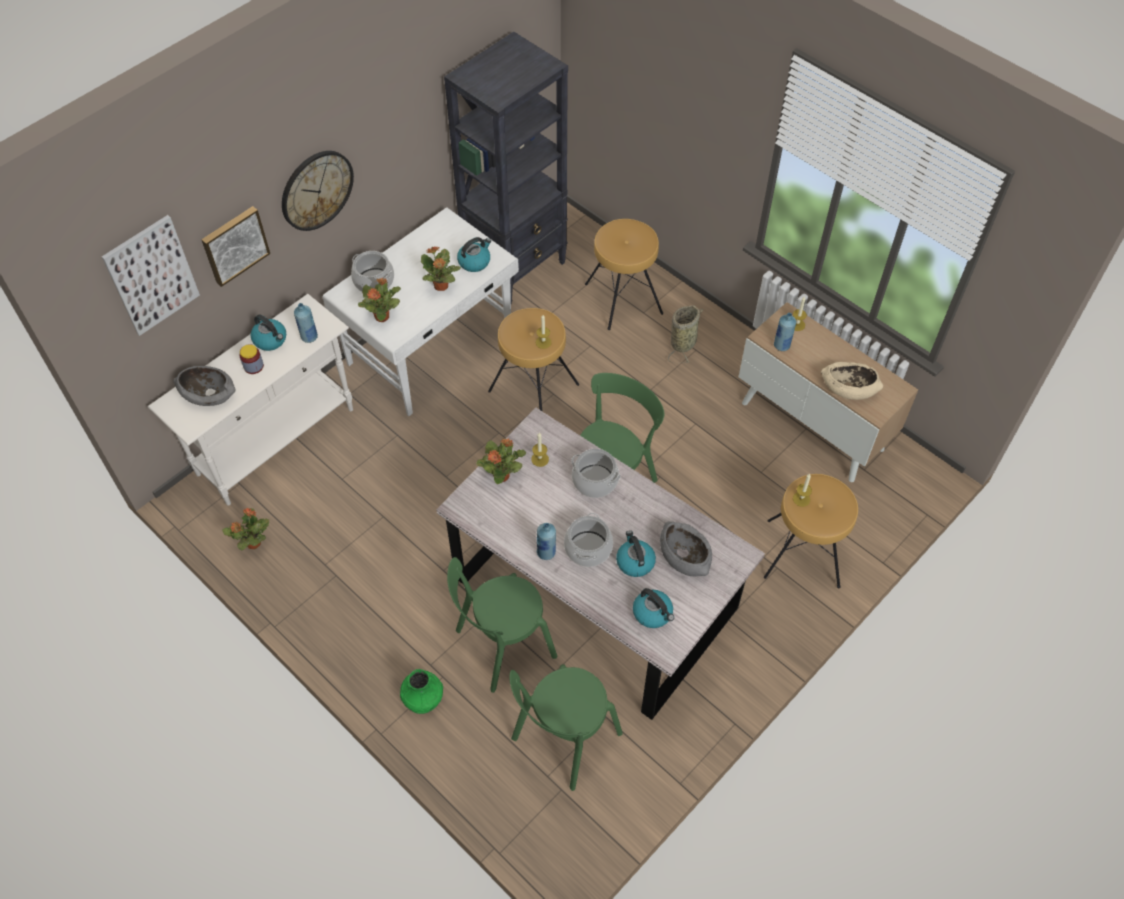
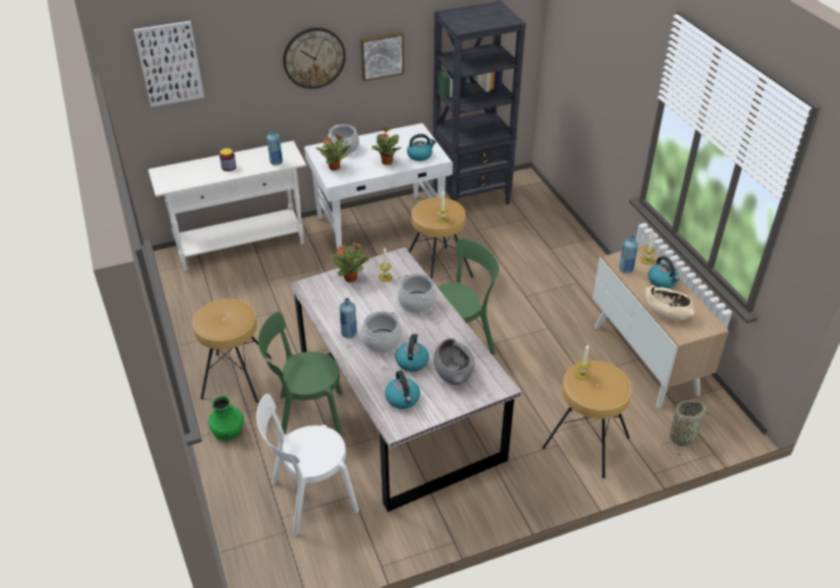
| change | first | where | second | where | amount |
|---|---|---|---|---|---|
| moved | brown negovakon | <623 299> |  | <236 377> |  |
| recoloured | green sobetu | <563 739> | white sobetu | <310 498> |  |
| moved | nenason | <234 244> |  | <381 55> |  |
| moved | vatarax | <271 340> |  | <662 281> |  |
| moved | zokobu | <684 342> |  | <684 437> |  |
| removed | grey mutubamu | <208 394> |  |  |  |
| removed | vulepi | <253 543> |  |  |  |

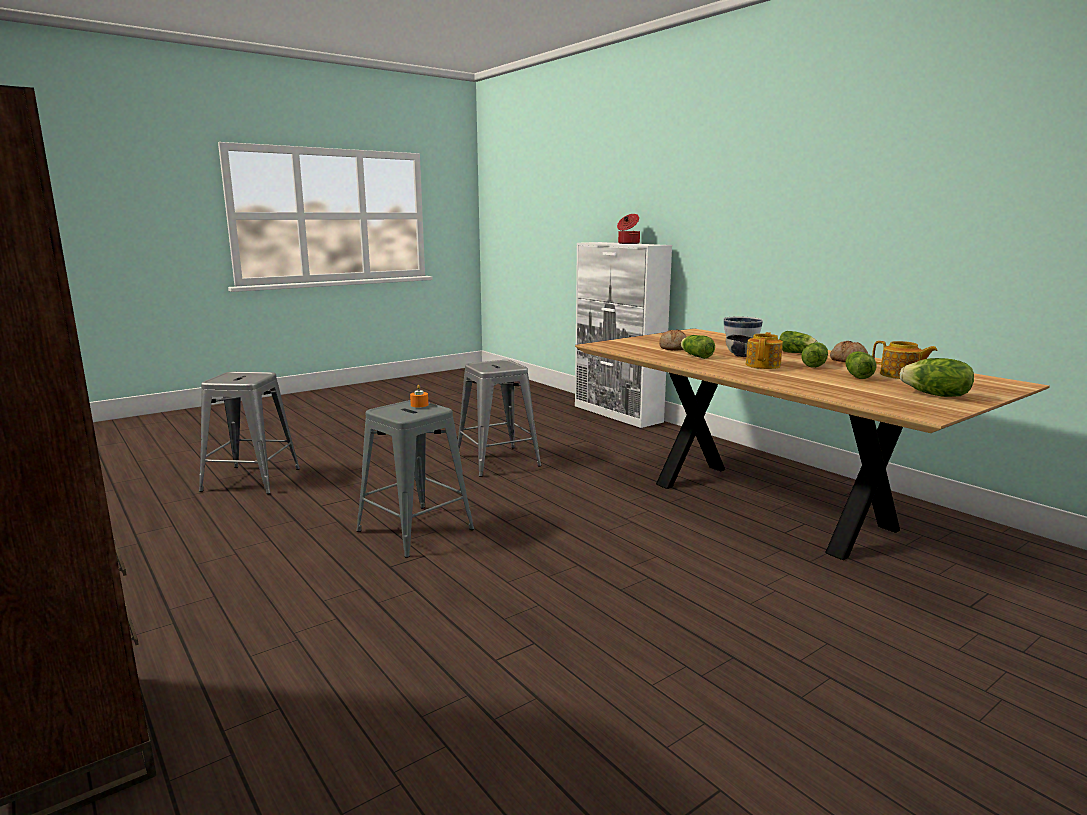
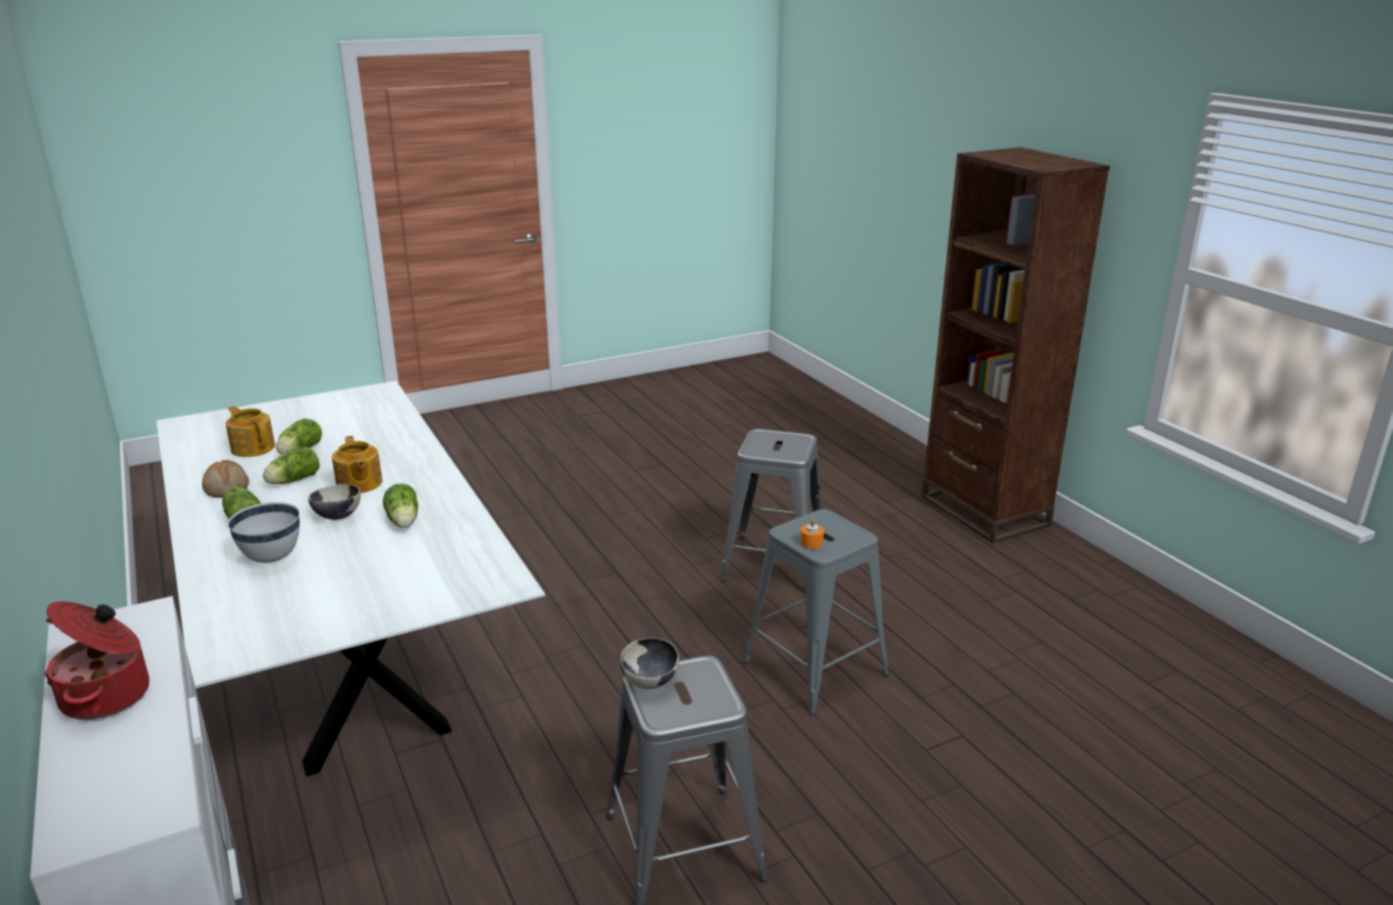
| change | first | where | second | where | amount |
|---|---|---|---|---|---|
| recoloured | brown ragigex | <767 505> | white ragigex | <350 666> |  |
| turned | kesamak | <763 365> |  | <359 484> | 60 degrees counterclockwise |
| added |  |  | mutubamu | <650 681> |  |
| moved | grey negovakon | <251 480> |  | <773 564> |  |
| removed | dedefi | <674 348> |  |  |  |
| removed | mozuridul | <936 395> |  |  |  |

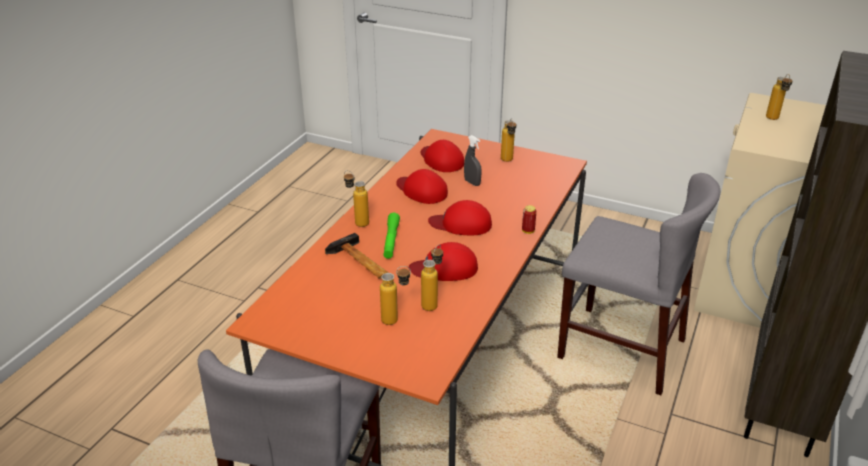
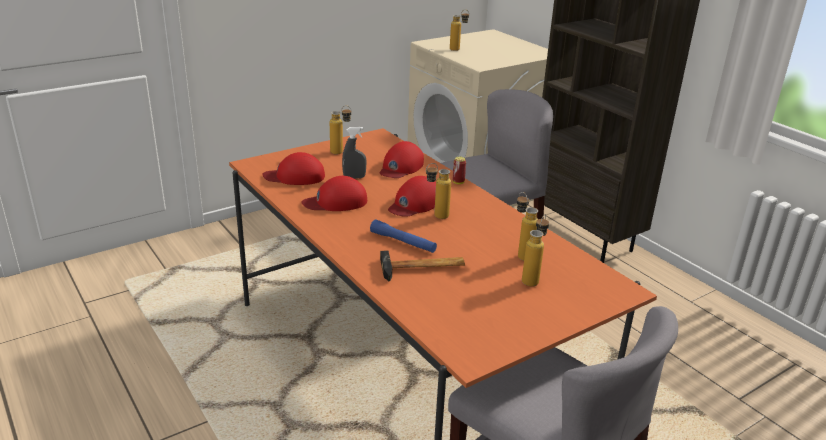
| change | first | where | second | where | amount |
|---|---|---|---|---|---|
| recoloured | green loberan | <391 240> | blue loberan | <403 242> |  |
| moved | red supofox | <444 268> |  | <401 167> |  |
| moved | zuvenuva | <357 222> |  | <436 217> |  |

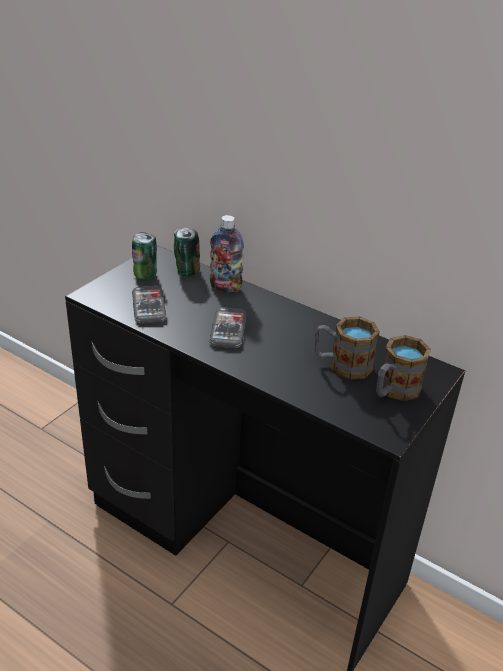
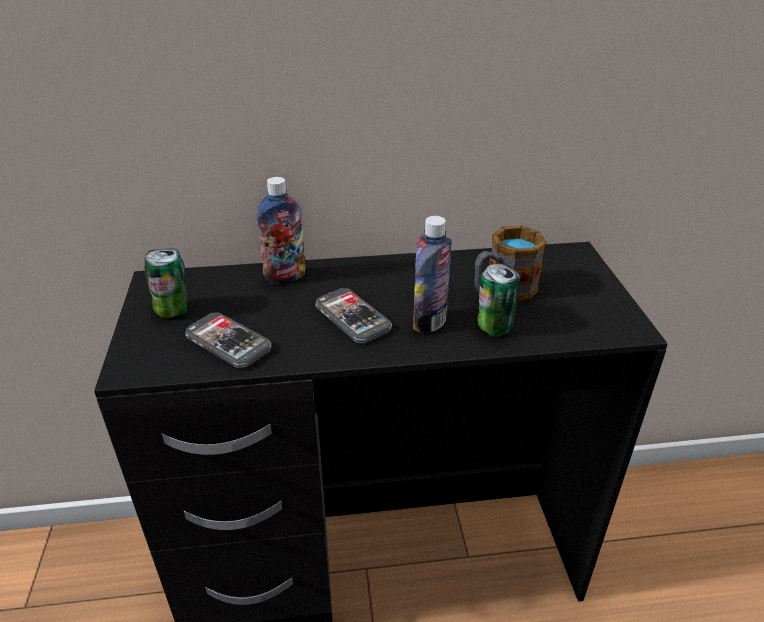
| change | first | where | second | where | amount |
|---|---|---|---|---|---|
| added |  |  | zuvenuva | <429 322> |  |
| moved | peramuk | <186 271> |  | <493 328> |  |
| removed | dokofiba | <394 391> |  |  |  |

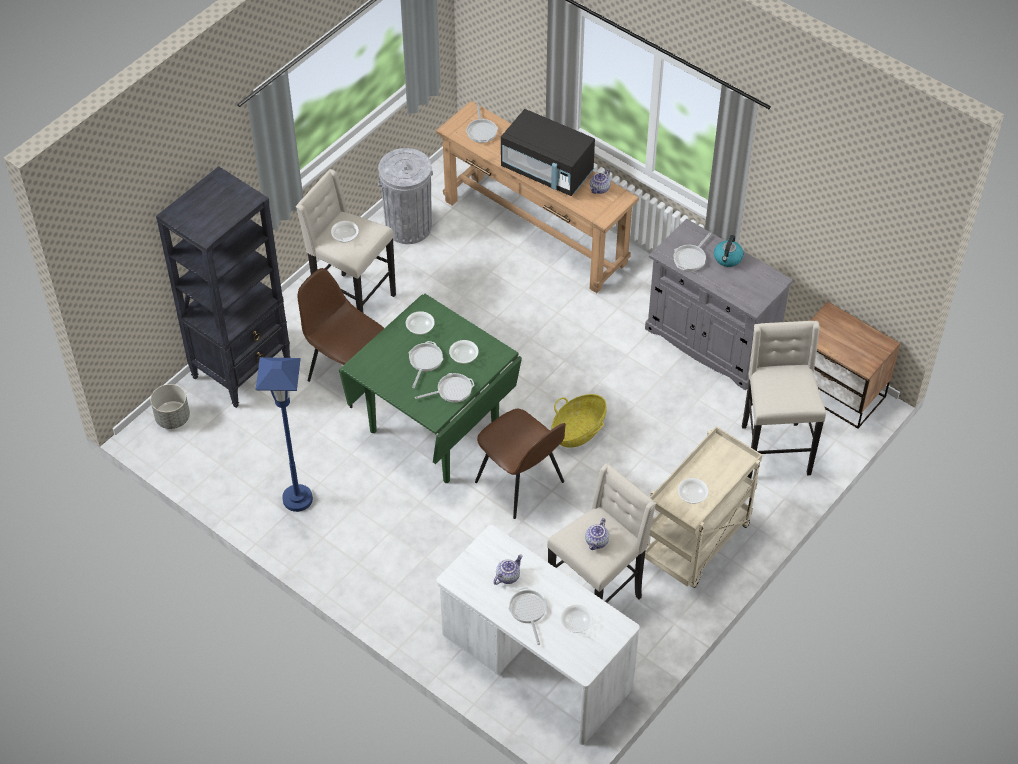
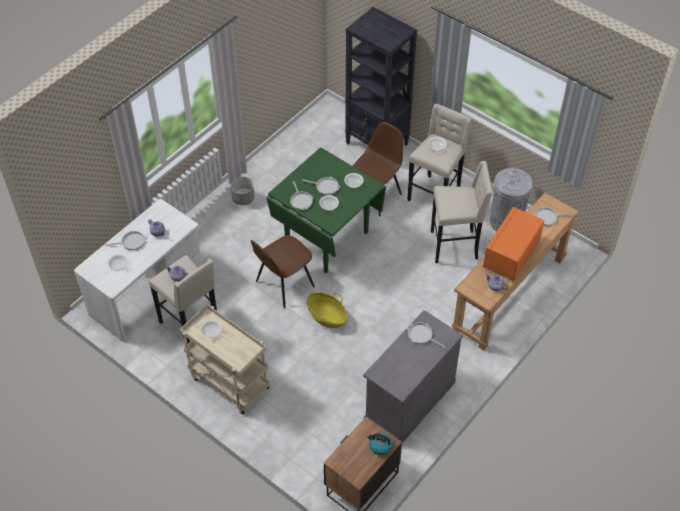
| change | first | where | second | where | amount |
|---|---|---|---|---|---|
| moved | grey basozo | <172 418> |  | <243 199> |  |
| moved | vatarax | <728 258> |  | <380 446> |  |
| moved | beige negovakon | <773 449> |  | <455 246> |  |
| recoloured | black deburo | <547 171> | orange deburo | <510 255> |  |
| removed | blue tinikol | <297 499> |  |  |  |

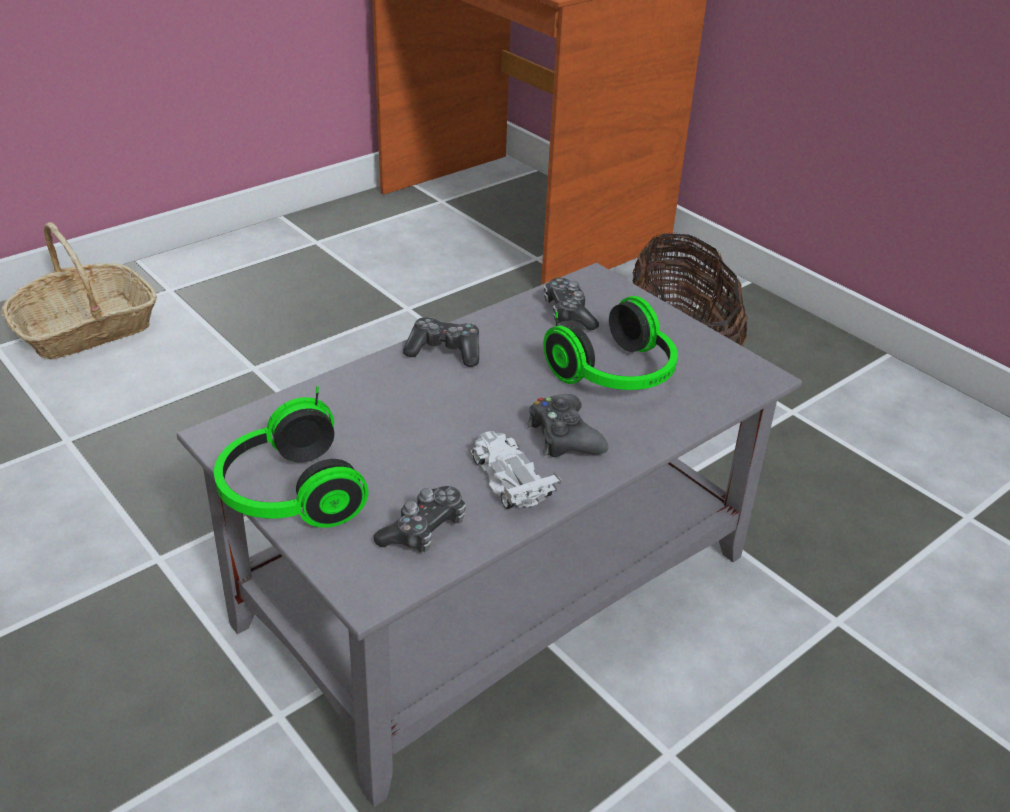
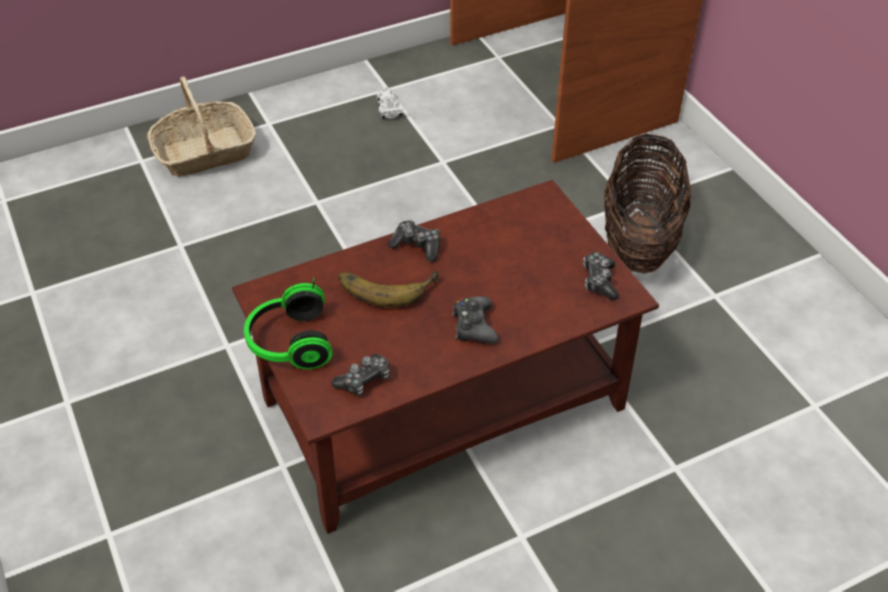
| change | first | where | second | where | amount |
|---|---|---|---|---|---|
| recoloured | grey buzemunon | <495 593> | brown buzemunon | <441 406> |  |
| added |  |  | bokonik | <386 284> |  |
| moved | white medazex | <509 478> |  | <388 107> |  |
| moved | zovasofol | <568 313> |  | <599 281> |  |
| removed | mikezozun | <617 376> |  |  |  |

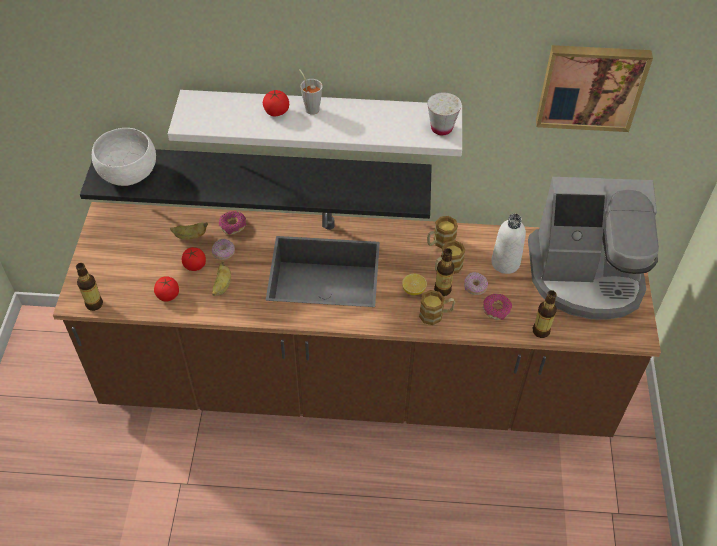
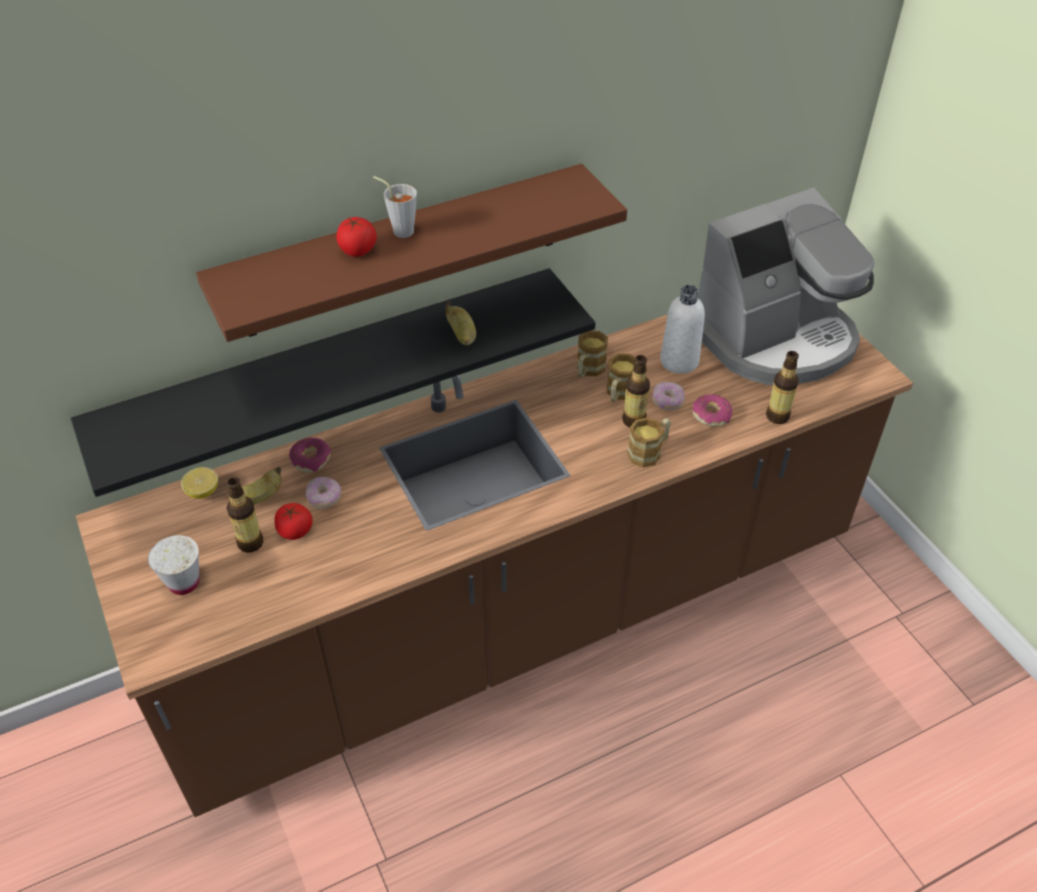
| change | first | where | second | where | amount |
|---|---|---|---|---|---|
| moved | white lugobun | <441 128> |  | <184 583> |  |
| moved | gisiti | <413 290> |  | <203 492> |  |
| recoloured | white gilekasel | <321 120> | brown gilekasel | <403 251> |  |
| moved | zuvenuva | <94 304> |  | <250 543> |  |
| moved | bokonik | <222 286> |  | <462 336> |  |
| removed | white mutubamu | <129 173> |  |  |  |
| removed | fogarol | <168 295> |  |  |  |
| removed | nenason | <591 86> |  |  |  |

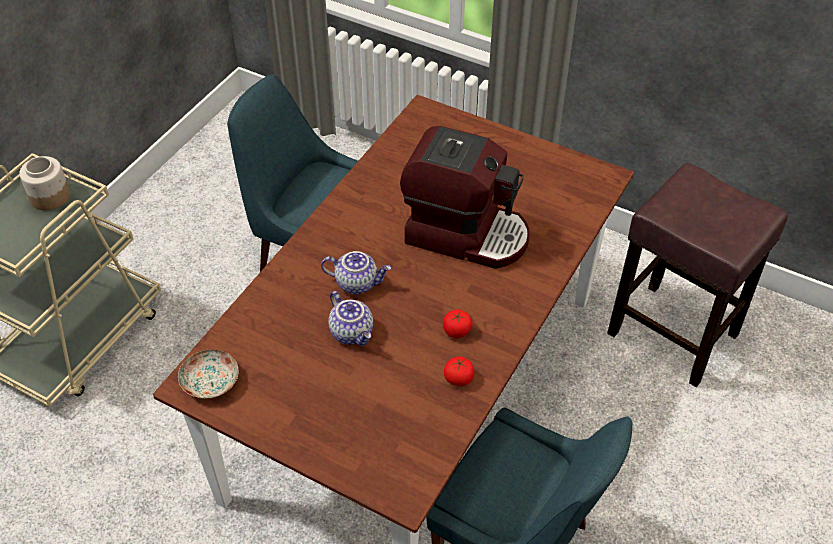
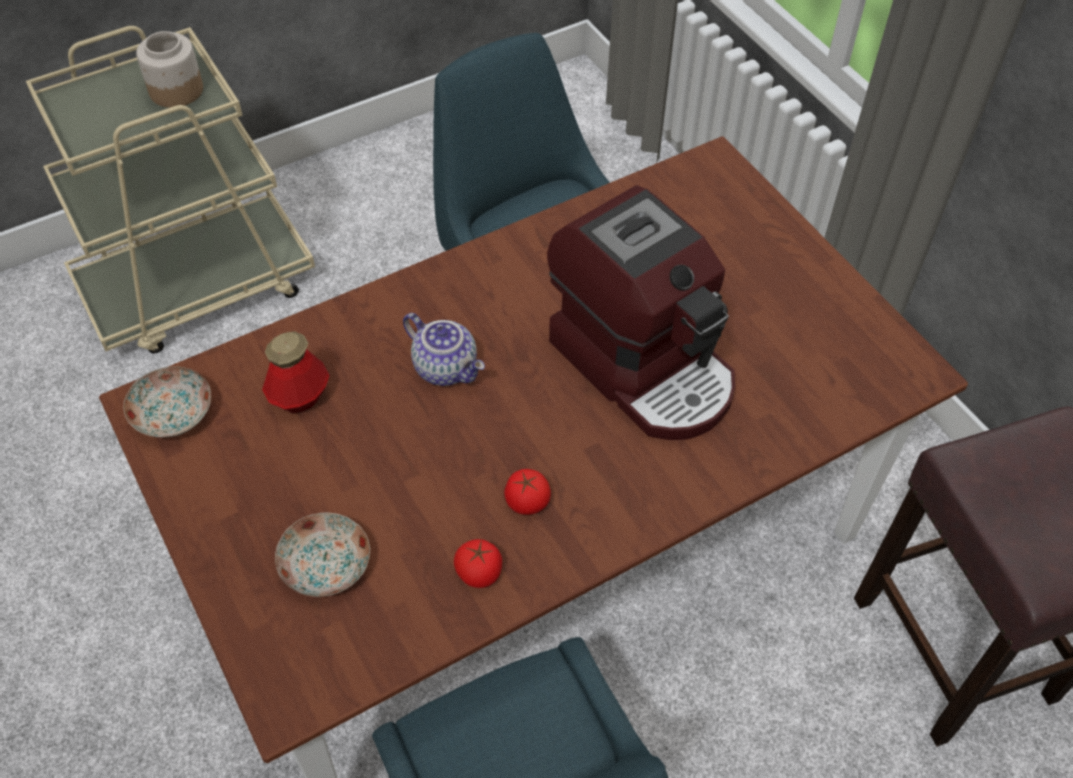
| change | first | where | second | where | amount |
|---|---|---|---|---|---|
| added |  |  | zuvenuva | <300 397> |  |
| added |  |  | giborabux | <324 565> |  |
| removed | kesamak | <353 332> |  |  |  |

